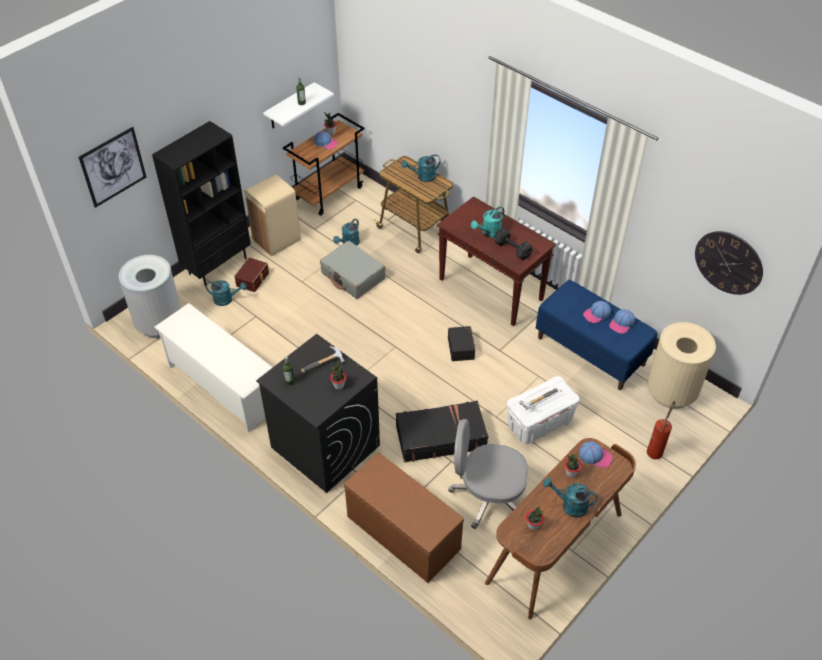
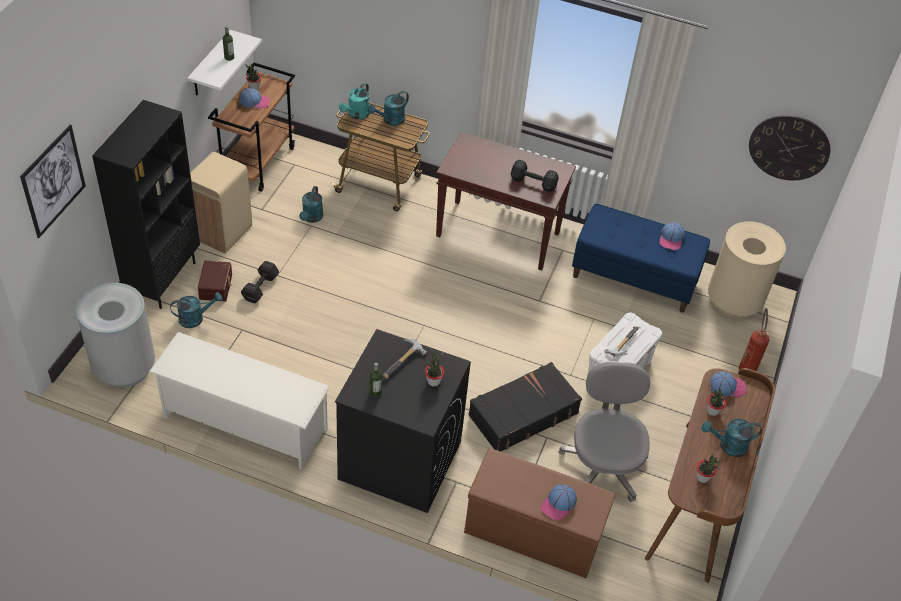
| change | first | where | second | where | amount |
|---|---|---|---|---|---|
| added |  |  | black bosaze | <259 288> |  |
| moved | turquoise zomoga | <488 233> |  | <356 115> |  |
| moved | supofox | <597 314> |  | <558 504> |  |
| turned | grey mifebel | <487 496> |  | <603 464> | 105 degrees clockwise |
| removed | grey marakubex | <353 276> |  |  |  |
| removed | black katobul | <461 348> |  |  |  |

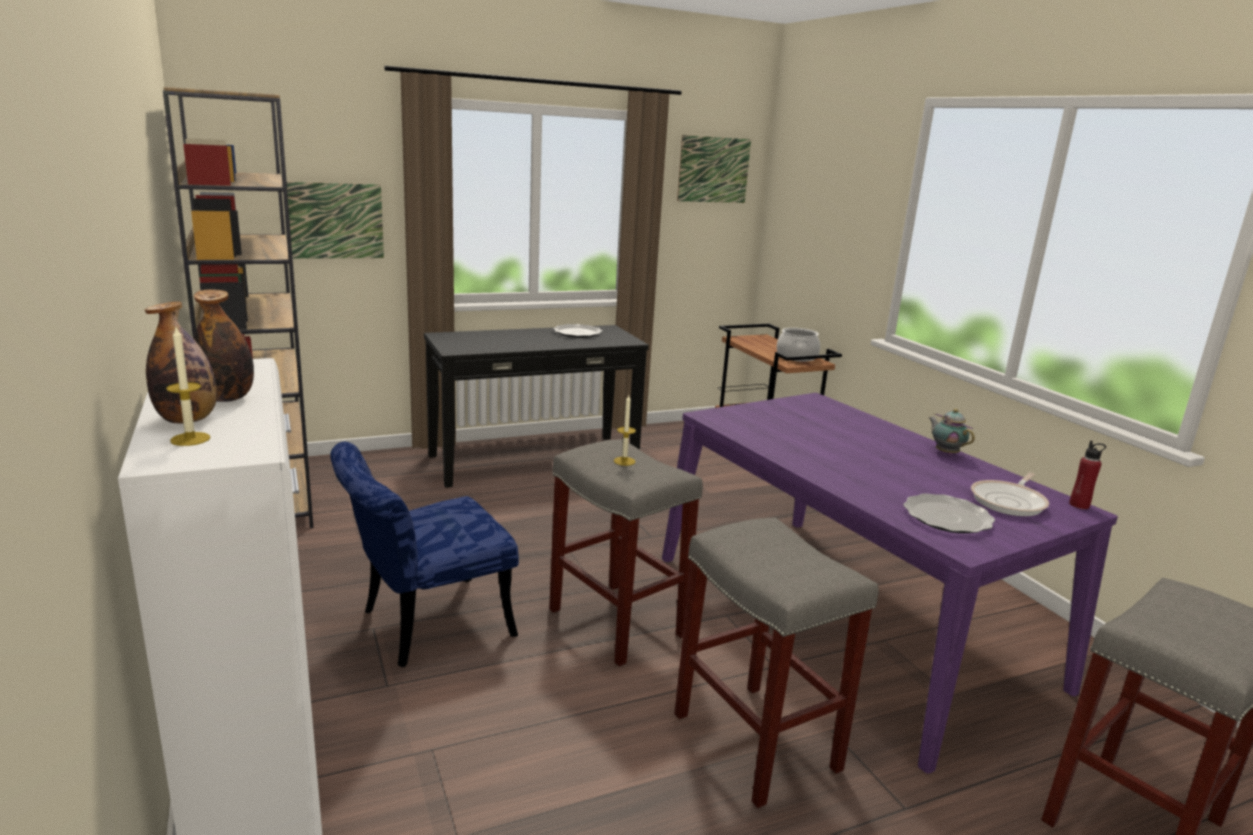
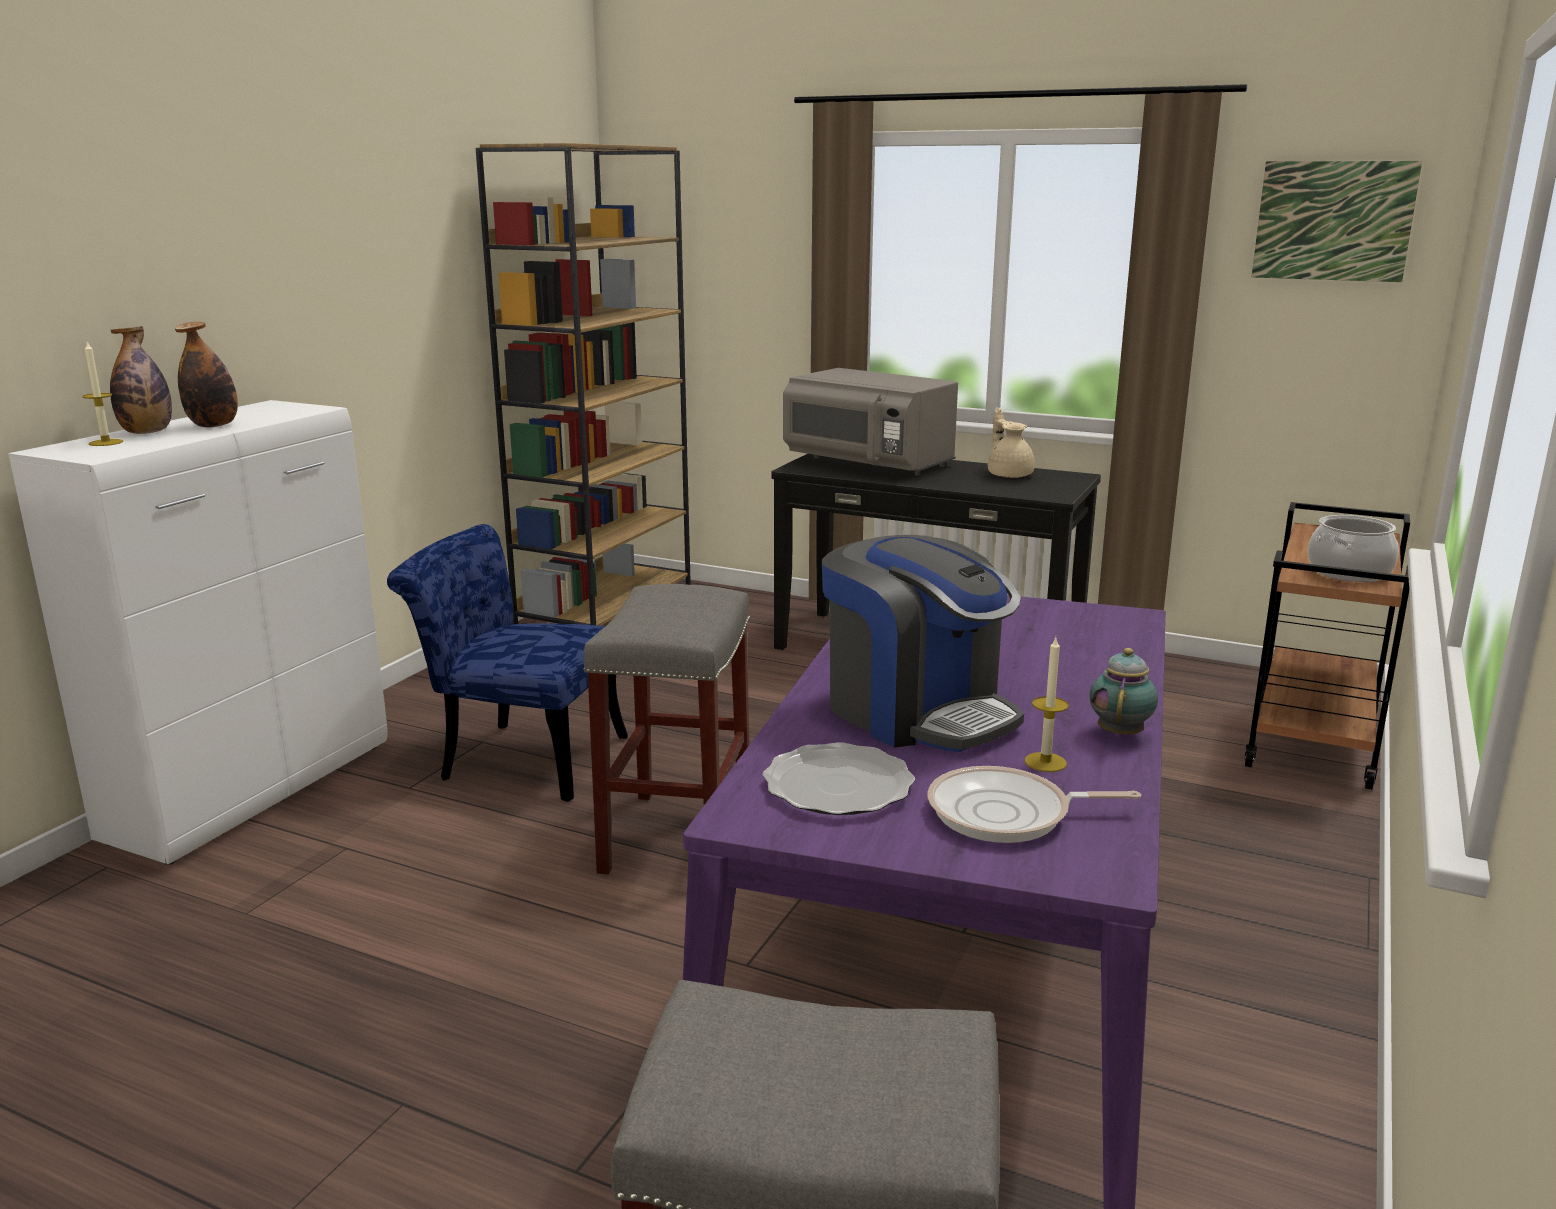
| change | first | where | second | where | amount |
|---|---|---|---|---|---|
| added |  |  | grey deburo | <868 464> |  |
| added |  |  | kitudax | <917 712> |  |
| replaced | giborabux | <577 333> | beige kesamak | <1009 475> |  |
| moved | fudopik | <624 461> |  | <1045 762> |  |
| removed | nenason | <334 221> |  |  |  |
| removed | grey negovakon | <753 740> |  |  |  |
| removed | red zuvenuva | <1079 505> |  |  |  |

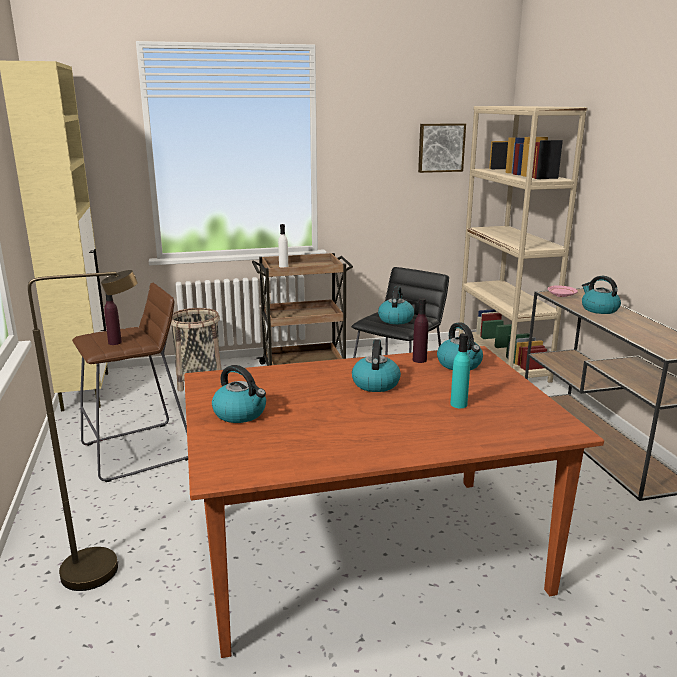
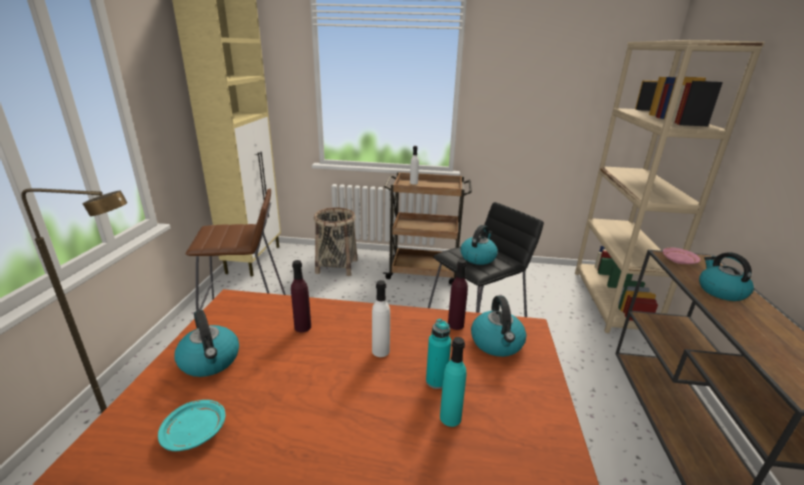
| change | first | where | second | where | amount |
|---|---|---|---|---|---|
| added |  |  | turquoise giborabux | <195 431> |  |
| moved | purple zuvenuva | <115 342> |  | <302 327> |  |
| replaced | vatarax | <375 383> | white zuvenuva | <380 351> |  |
| added |  |  | turquoise zuvenuva | <436 381> |  |
| removed | nenason | <440 147> |  |  |  |

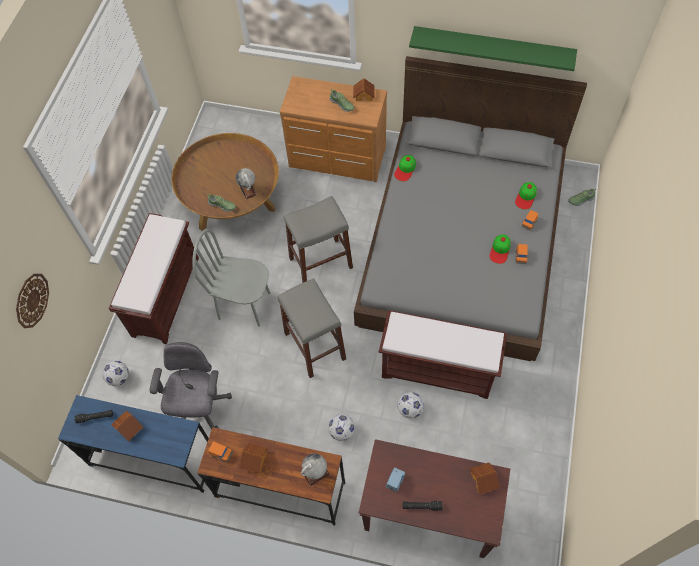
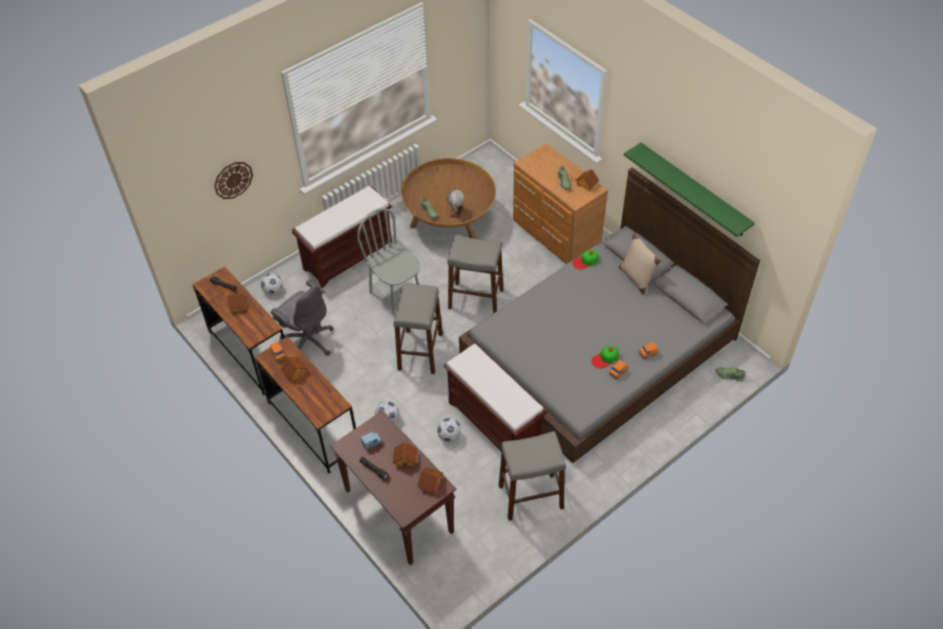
| change | first | where | second | where | amount |
|---|---|---|---|---|---|
| recoloured | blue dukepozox | <153 458> | brown dukepozox | <250 354> |  |
| turned | grey mifebel | <199 407> |  | <307 341> | 90 degrees clockwise |
| added |  |  | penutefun | <405 458> |  |
| added |  |  | grey negovakon | <530 497> |  |
| added |  |  | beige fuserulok | <636 277> |  |
| removed | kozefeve | <316 474> |  |  |  |
| removed | supofox | <526 197> |  |  |  |

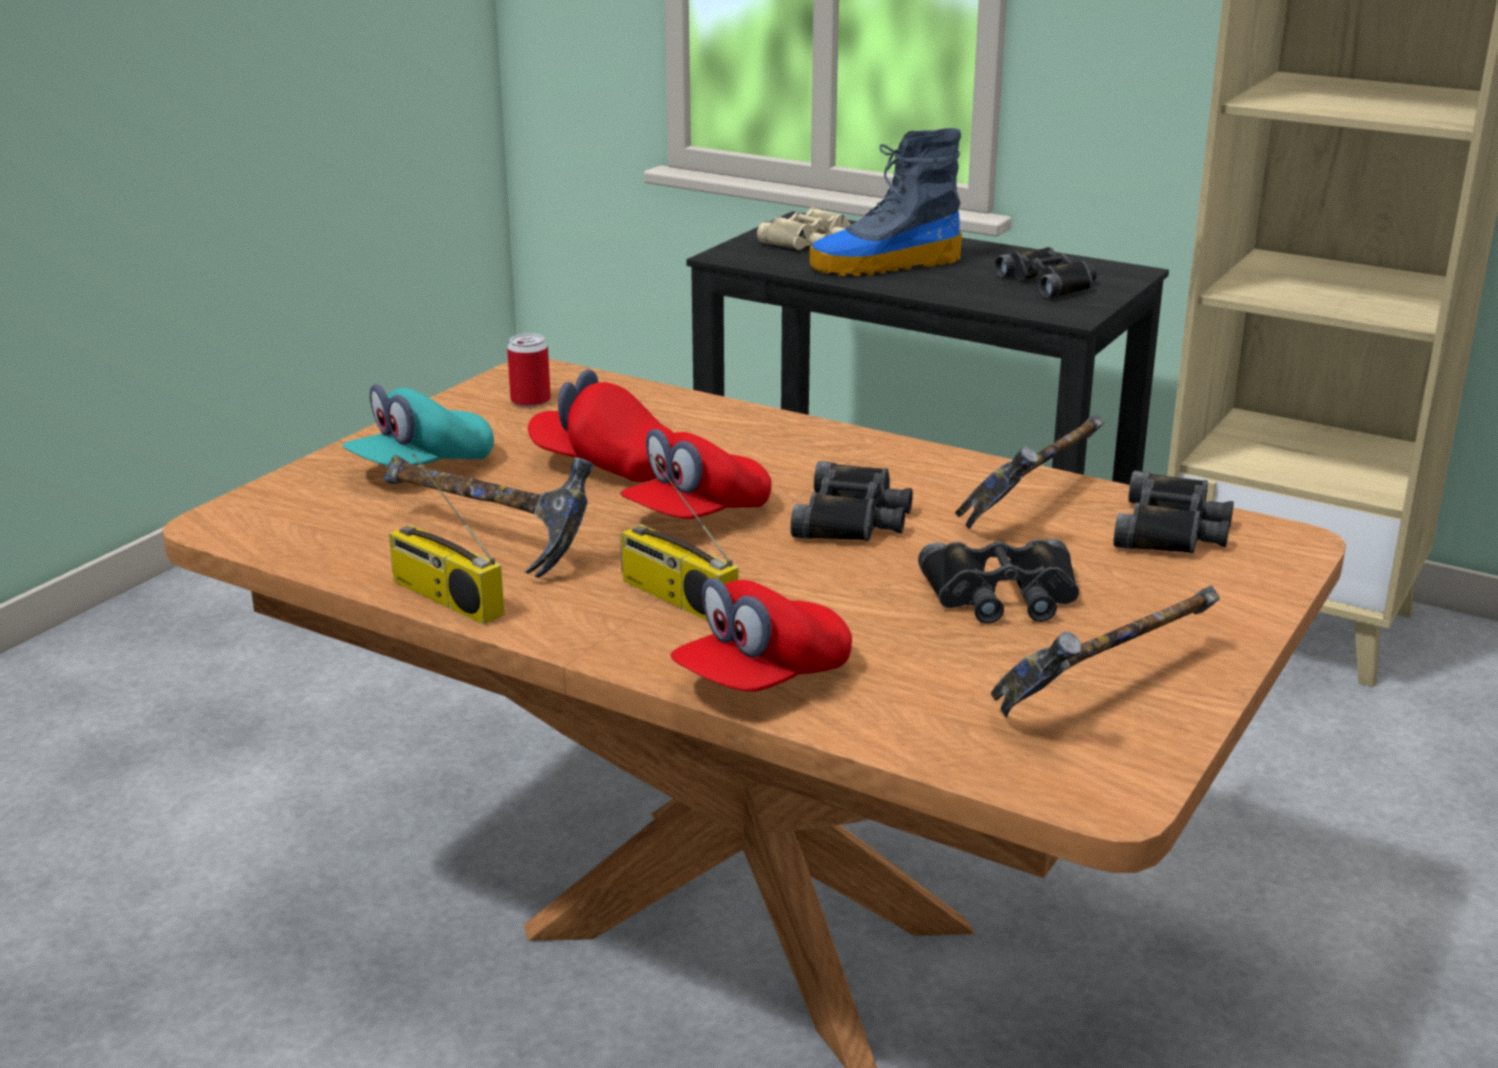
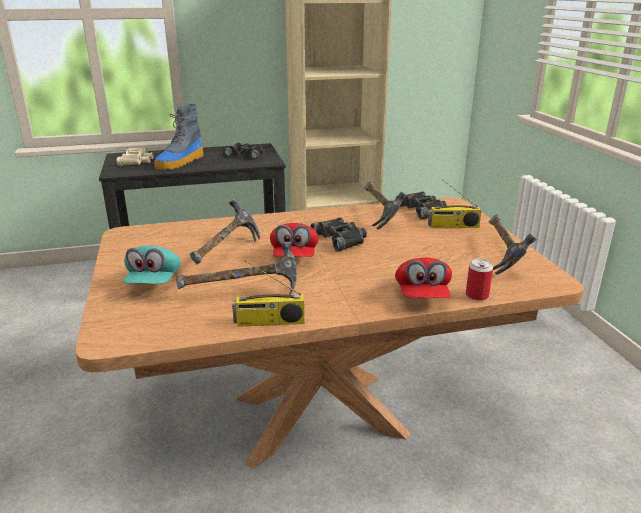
| change | first | where | second | where | amount |
|---|---|---|---|---|---|
| replaced | red supofox | <604 465> | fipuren | <225 254> |  |
| moved | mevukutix | <675 598> |  | <453 226> |  |
| moved | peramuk | <530 400> |  | <477 296> |  |
| removed | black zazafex | <1002 596> |  |  |  |

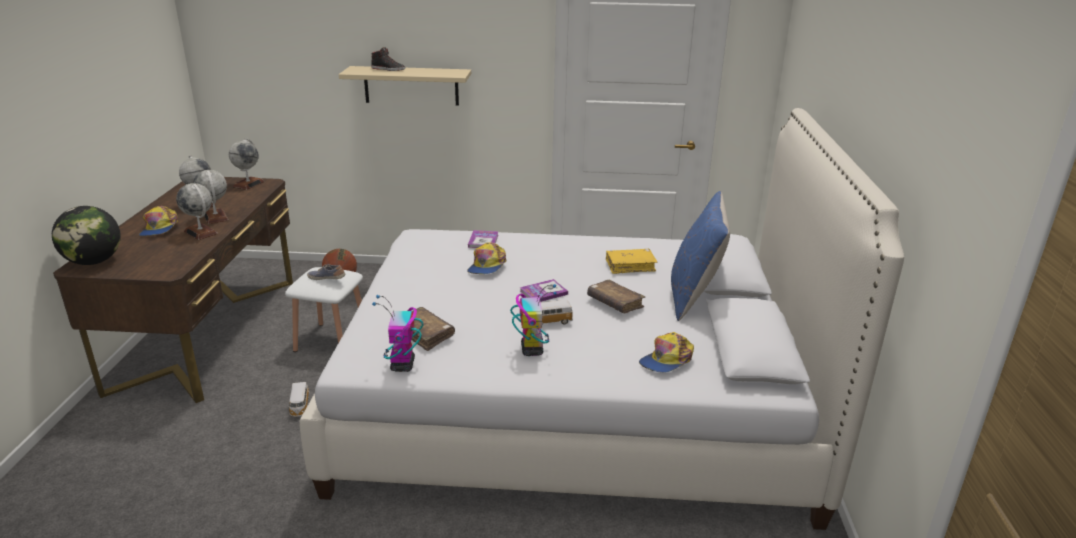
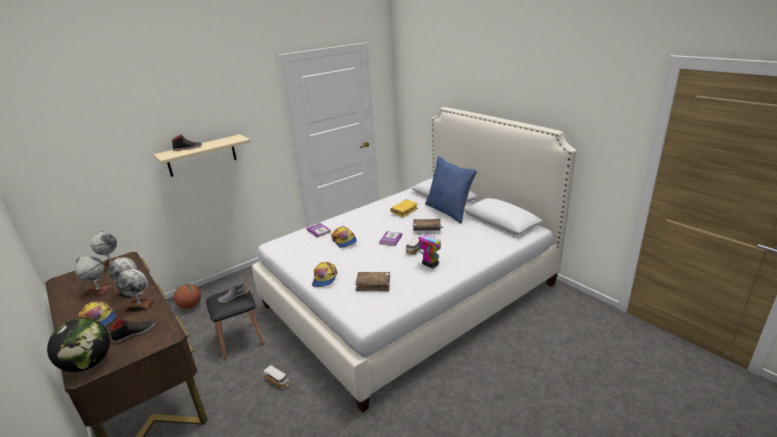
| change | first | where | second | where | amount |
|---|---|---|---|---|---|
| added |  |  | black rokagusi | <134 333> |  |
| recoloured | white negovakon | <331 341> | black negovakon | <240 339> |  |
| moved | supofox | <666 360> |  | <324 278> |  |
| removed | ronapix | <402 365> |  |  |  |

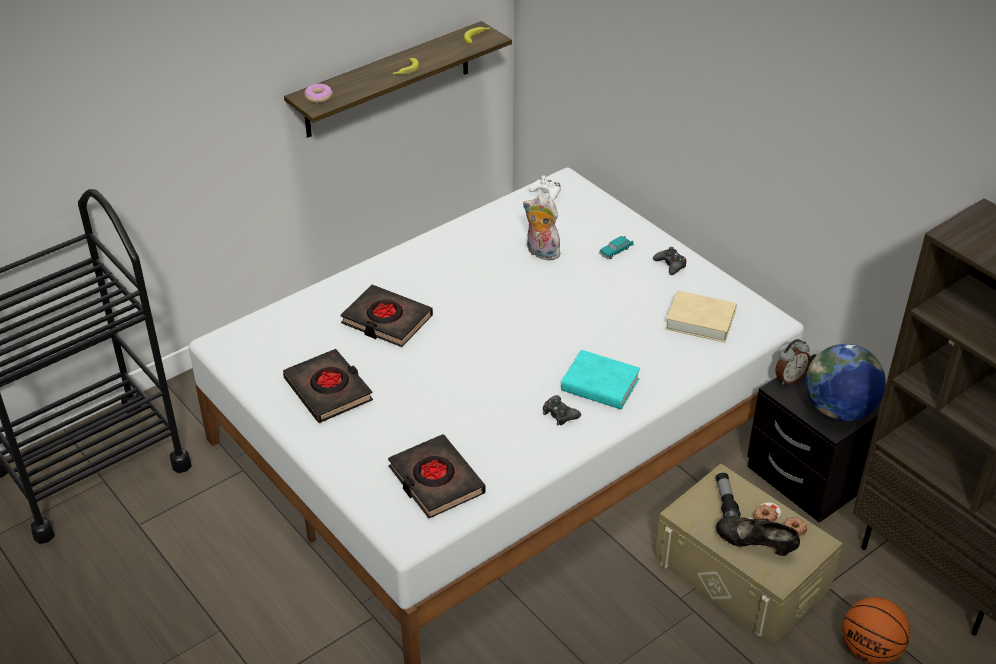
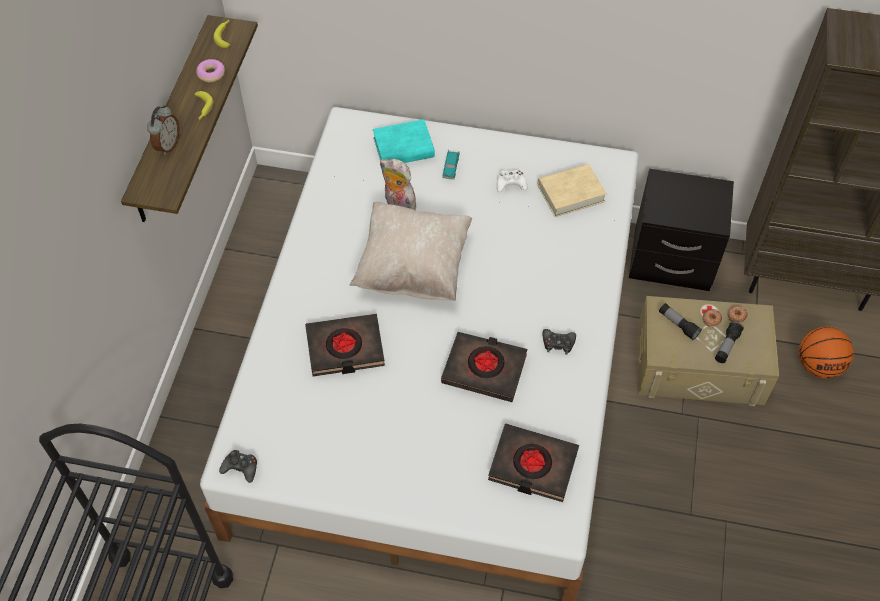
| change | first | where | second | where | amount |
|---|---|---|---|---|---|
| moved | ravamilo | <789 378> |  | <167 145> |  |
| moved | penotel | <318 97> |  | <211 74> |  |
| moved | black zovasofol | <670 265> |  | <241 468> |  |
| added |  |  | beige fuserulok | <413 268> |  |
| moved | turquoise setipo | <600 385> |  | <403 148> |  |
| turned | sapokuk | <541 253> |  | <398 205> | 45 degrees clockwise |
| moved | black setipo | <328 390> |  | <484 369> |  |
| moved | white zovasofol | <546 192> |  | <511 184> |  |
| replaced | black rokagusi | <755 545> | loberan | <726 346> |  |
| removed | kozefeve | <838 410> |  |  |  |

